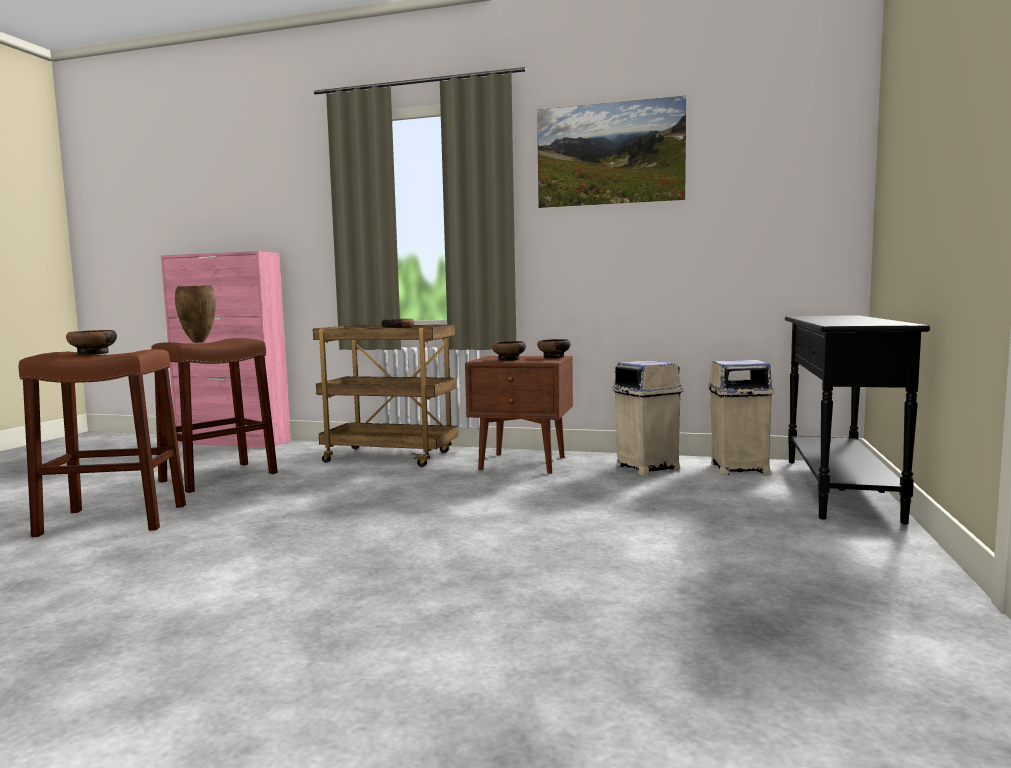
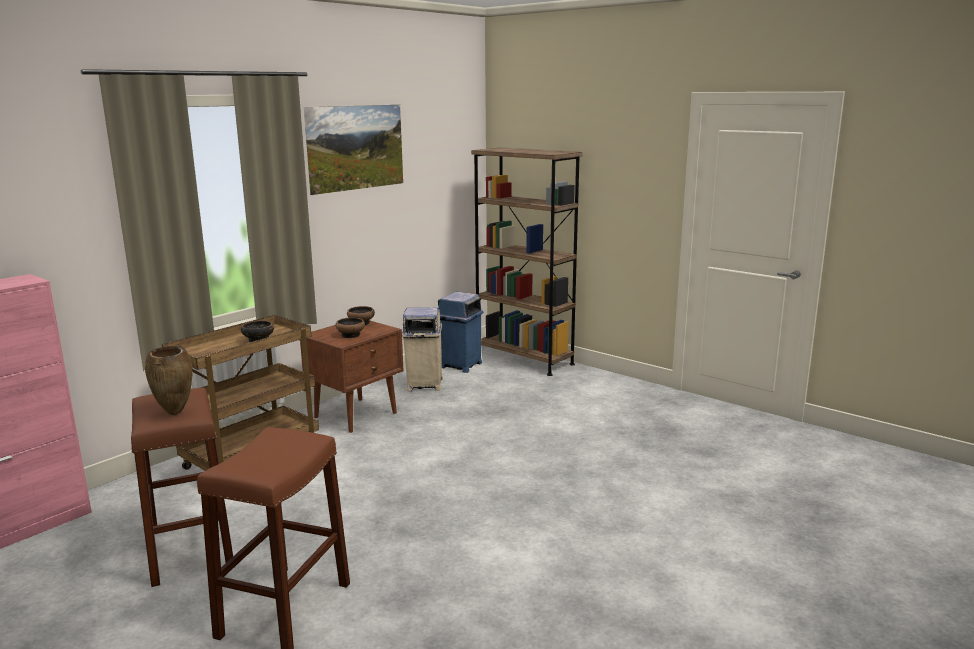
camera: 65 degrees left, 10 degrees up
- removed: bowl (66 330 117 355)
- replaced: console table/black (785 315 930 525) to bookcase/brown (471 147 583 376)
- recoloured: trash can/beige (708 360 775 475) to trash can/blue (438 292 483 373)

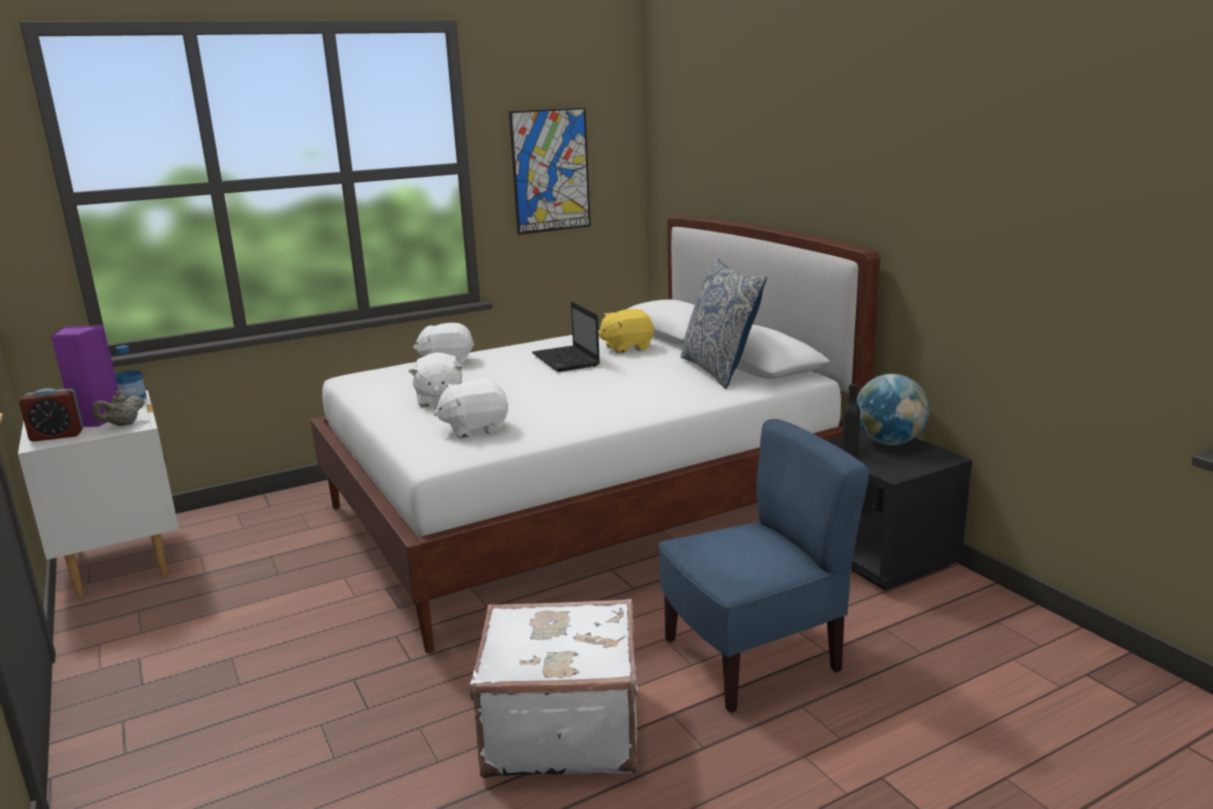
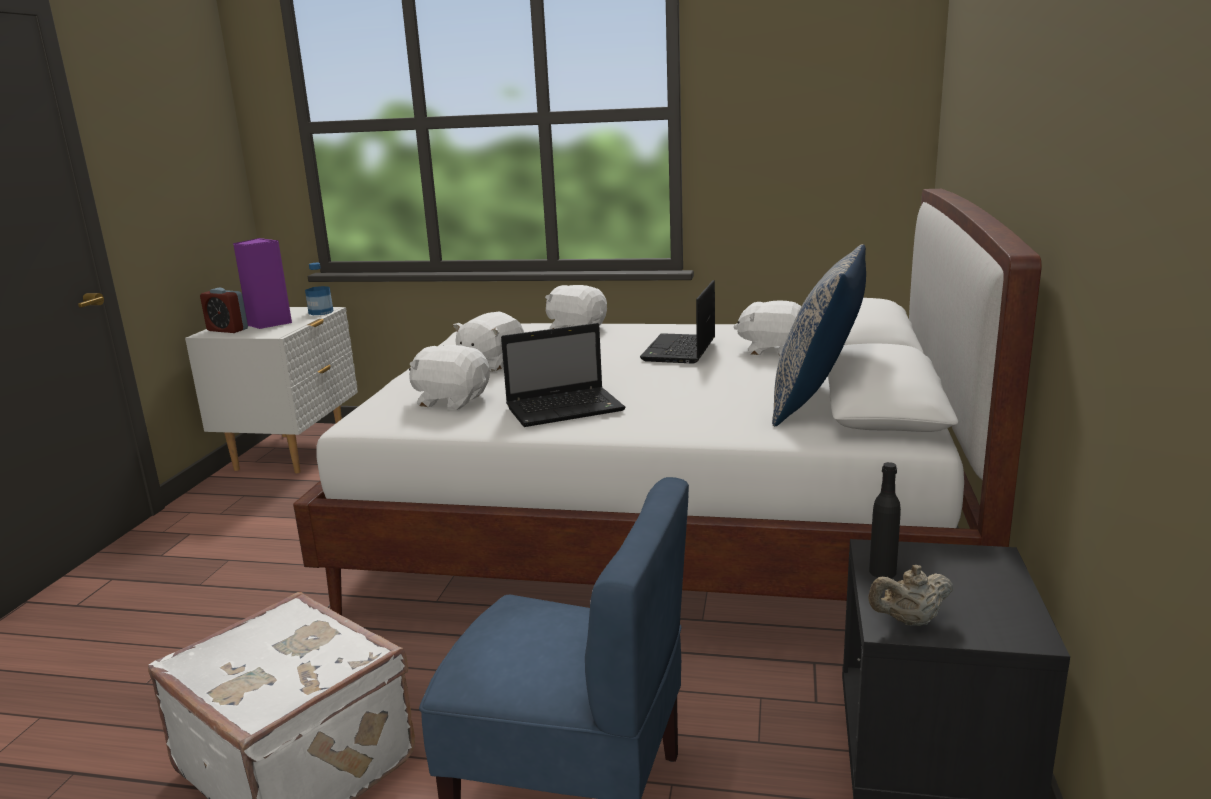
camera: 40 degrees right, 0 degrees up
- removed: picture (509 108 591 235)
- removed: globe (857 374 929 445)
- added: laptop (501 323 626 427)
- moved: teapot/beige (92 391 145 426) to (868 565 953 626)
- recoloured: plush toy/yellow (598 309 654 353) to plush toy/white (734 300 801 356)

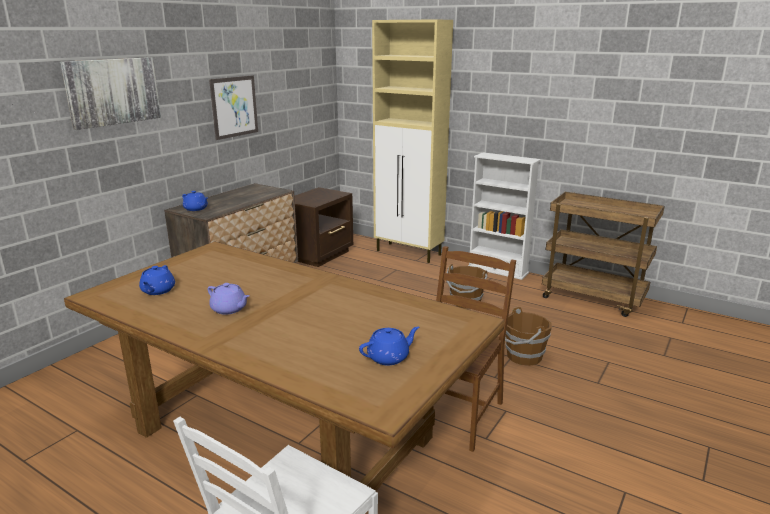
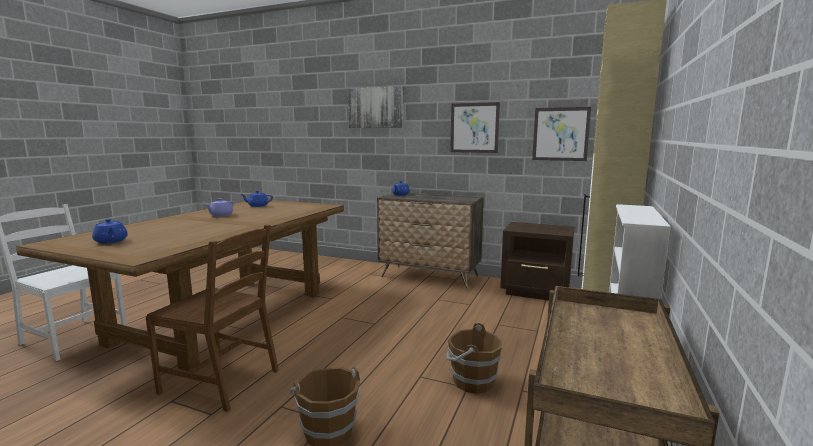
camera: 80 degrees right, 10 degrees down
- added: picture (532 107 591 161)

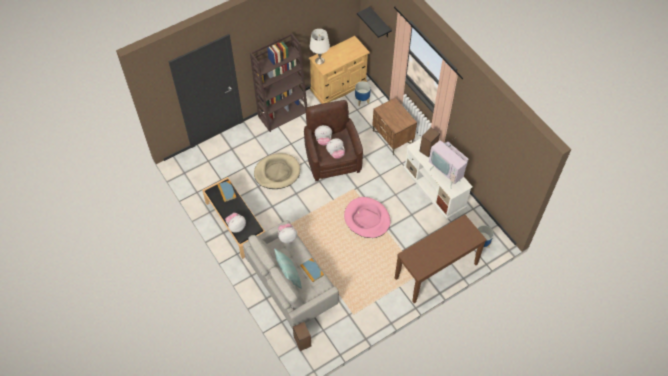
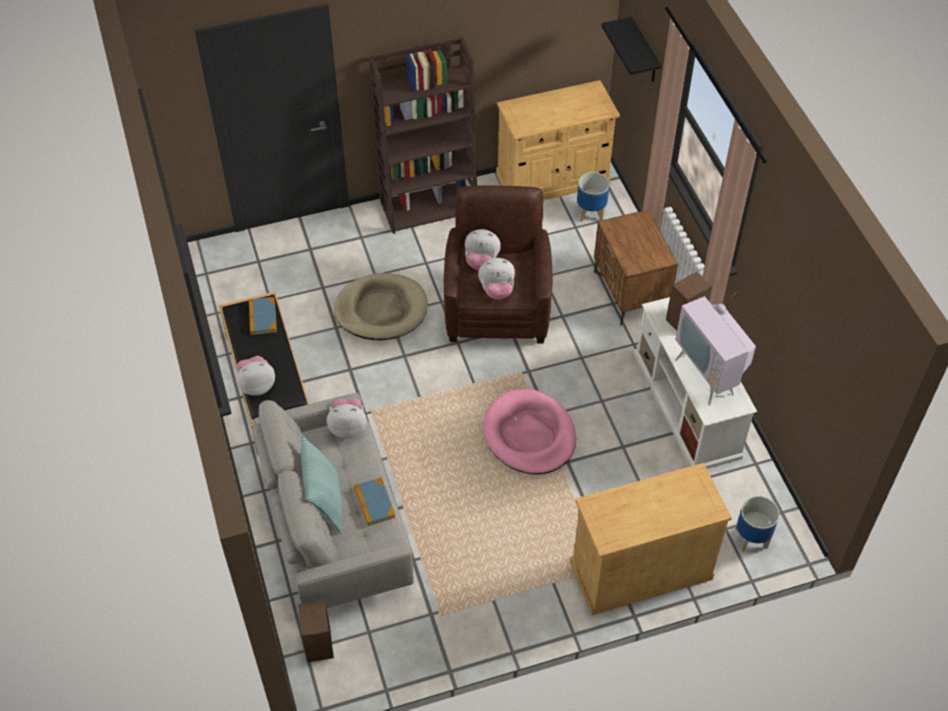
camera: 15 degrees right, 5 degrees down
- removed: table lamp/white (310 29 330 64)
- replaced: console table/brown (395 215 487 303) to cabinet/beige (570 463 732 615)

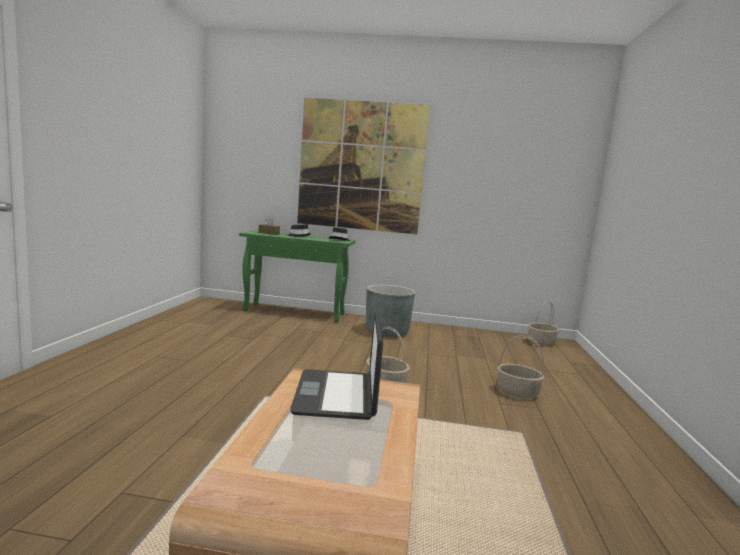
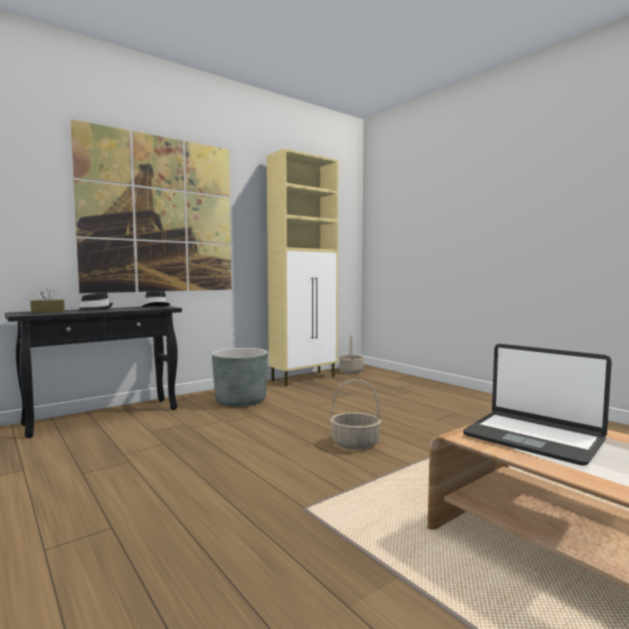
camera: 45 degrees left, 5 degrees down
- removed: basket (497 335 544 399)
- added: cabinet/beige (267 148 338 386)
- recoloured: console table/green (239 230 355 322) to console table/black (5 306 182 438)

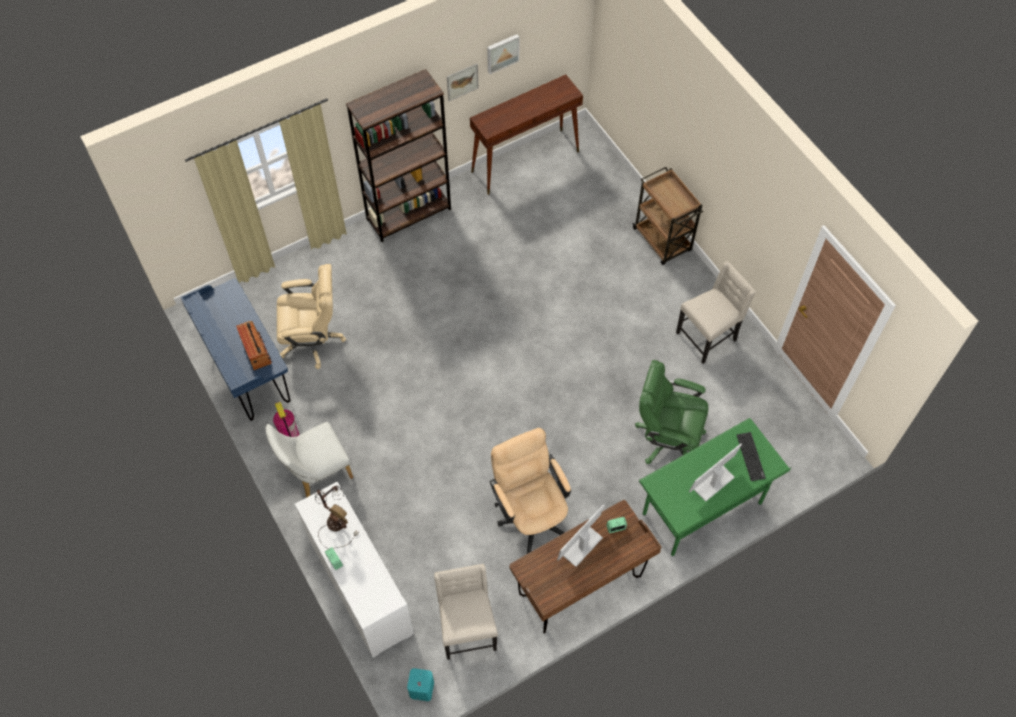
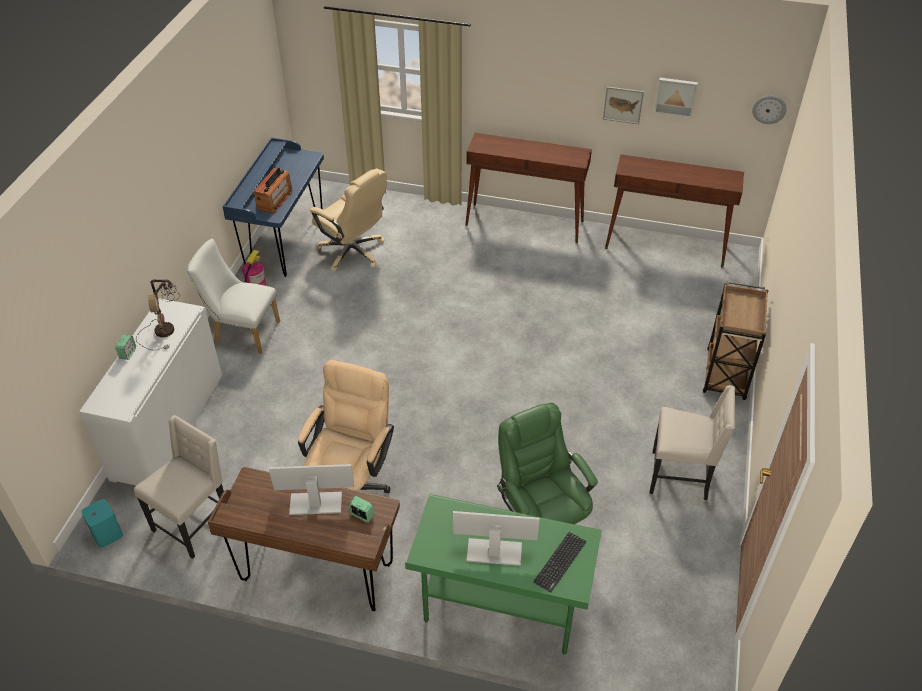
camera: 45 degrees right, 15 degrees down
- added: wall clock (752 96 787 124)
- replaced: bookcase/brown (346 69 451 242) to console table/brown (466 133 592 243)

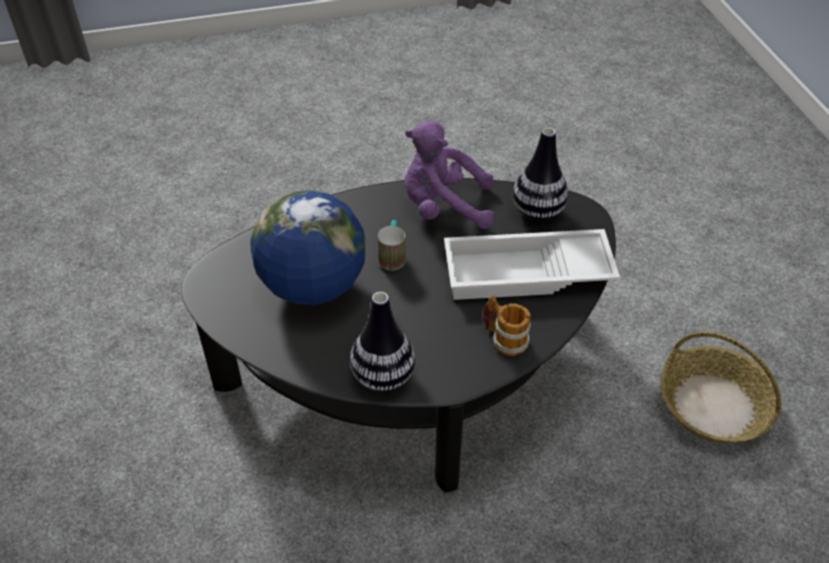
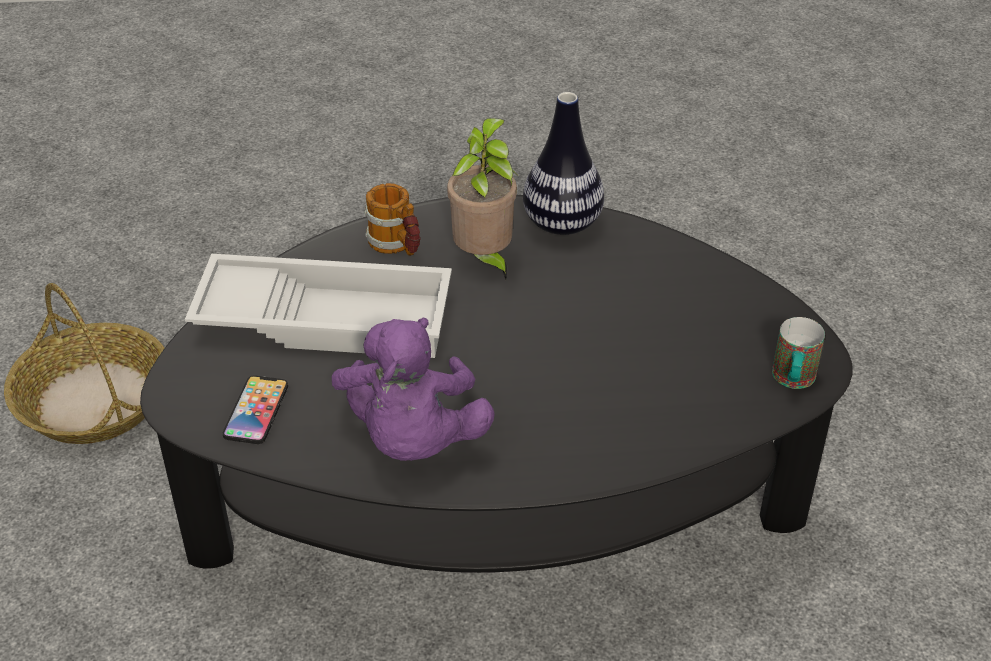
camera: 170 degrees left, 5 degrees down
- removed: globe (250 190 365 305)
- added: potted plant (447 118 517 280)
- moved: mug (377 220 406 271) to (772 317 825 389)
- replaced: vase (513 127 568 220) to phone (223 375 288 444)
- turned: plush toy/purple (405 120 494 229) = (332 317 495 461) 75 degrees clockwise

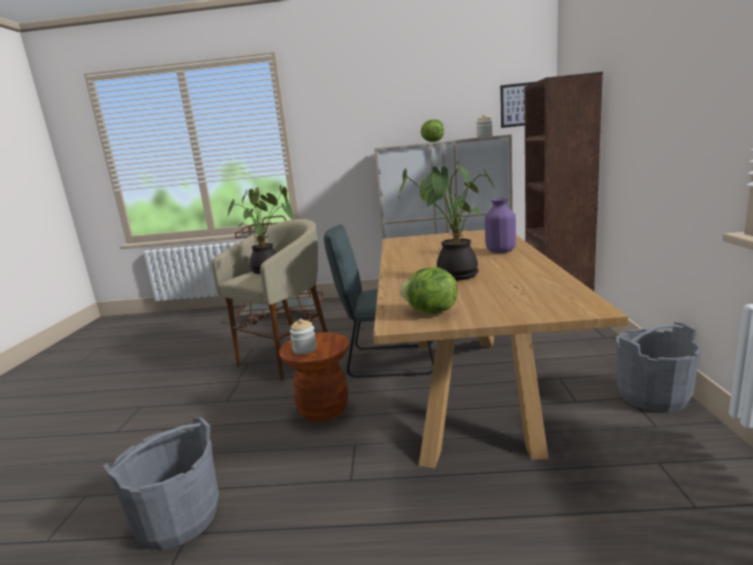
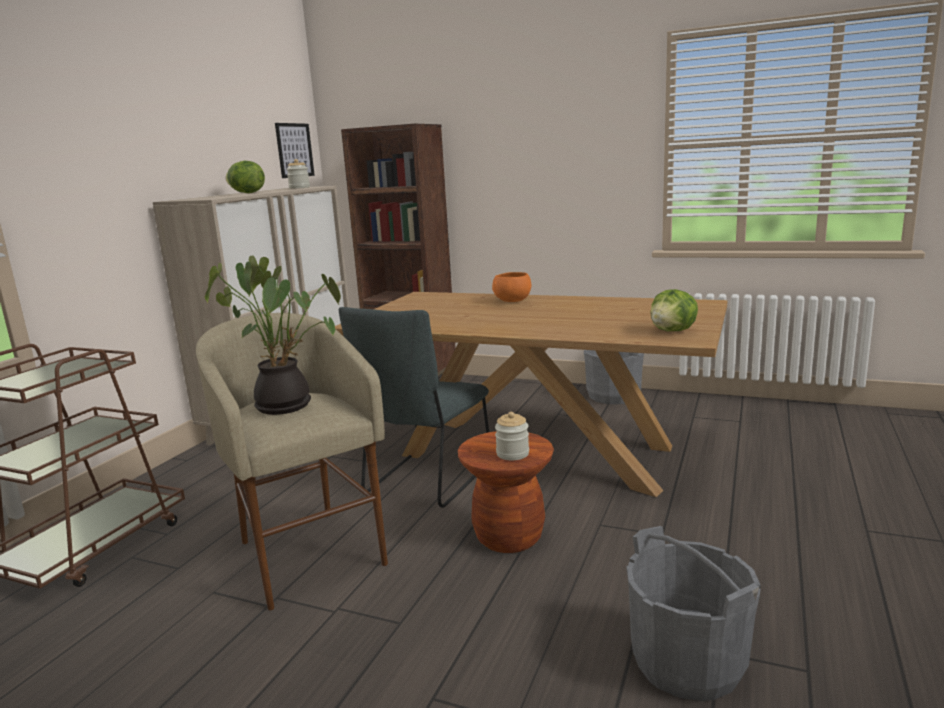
camera: 70 degrees left, 0 degrees up
- removed: potted plant (399 161 497 281)
- replaced: vase/purple (485 198 516 253) to bowl/orange (492 272 531 302)

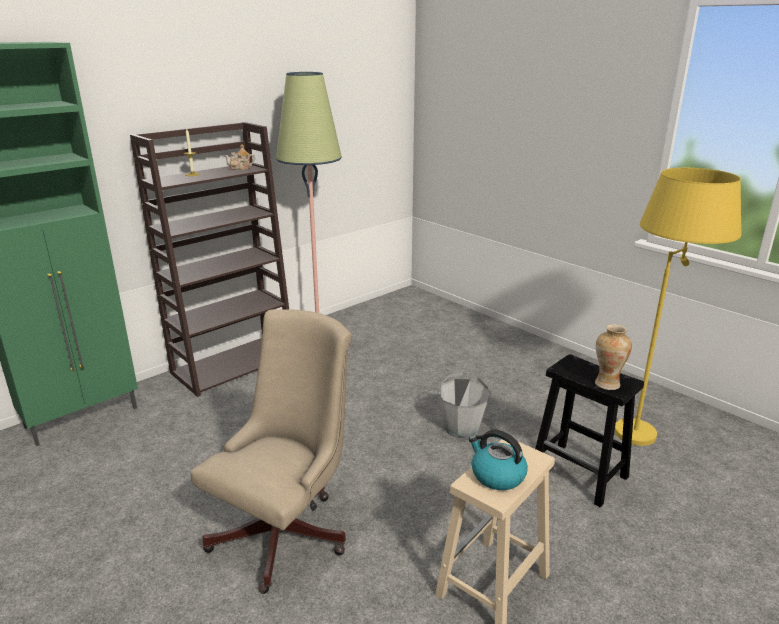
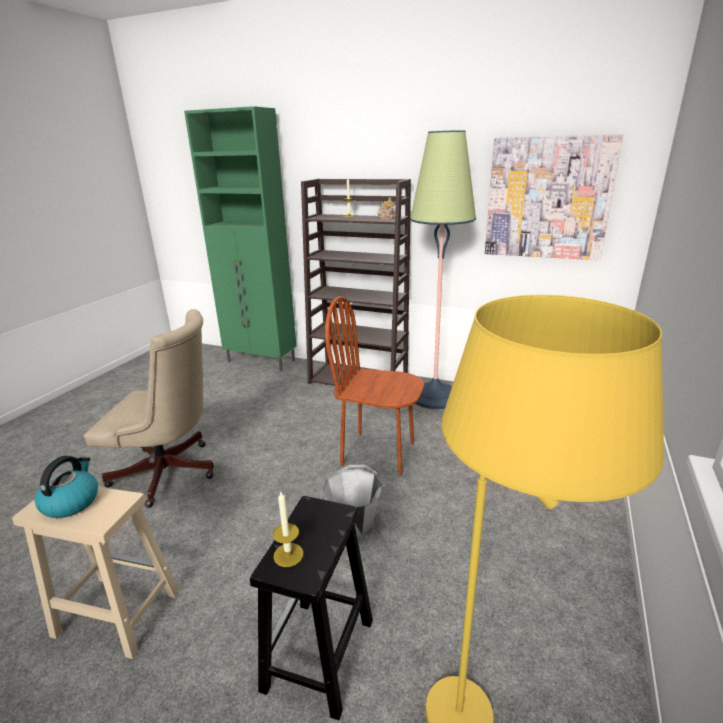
camera: 65 degrees right, 0 degrees up
- added: chair/brown (325 296 424 476)
- added: picture (485 134 623 260)
- replaced: vase (595 324 632 390) to candle (273 492 304 567)

